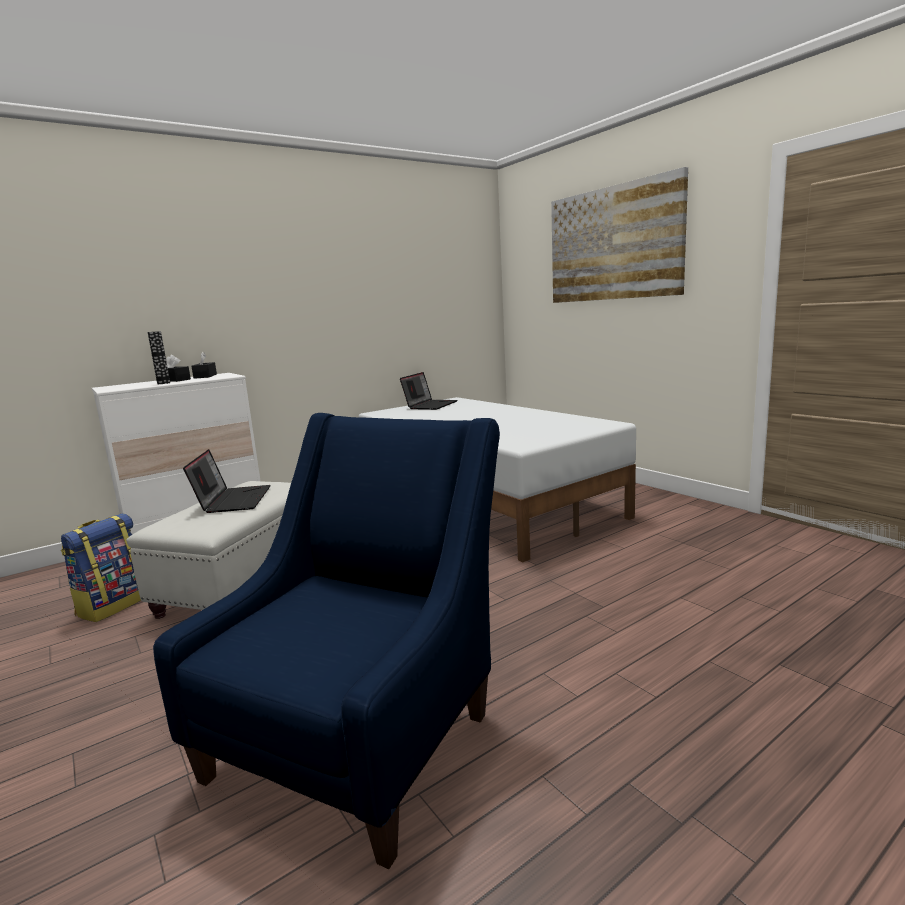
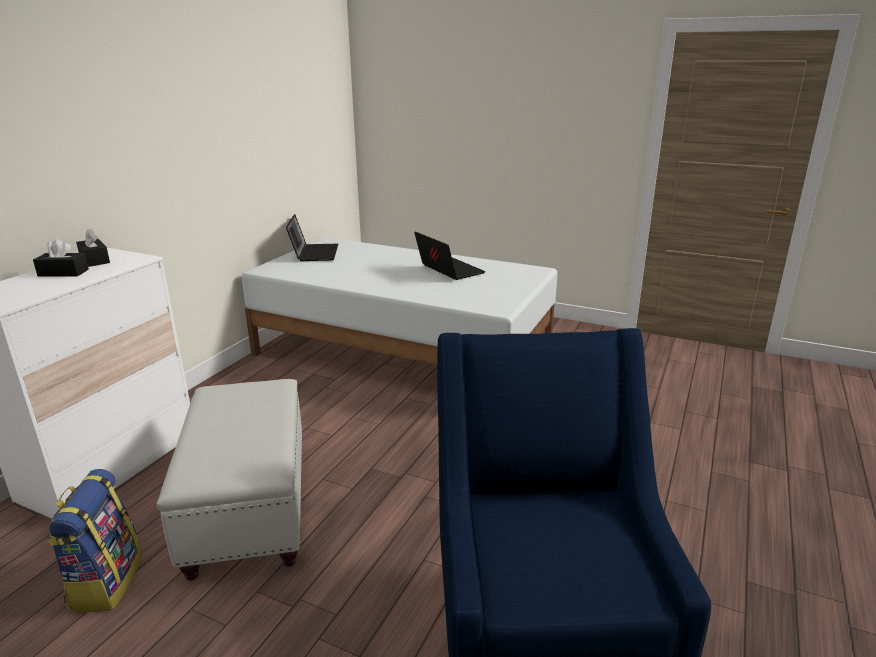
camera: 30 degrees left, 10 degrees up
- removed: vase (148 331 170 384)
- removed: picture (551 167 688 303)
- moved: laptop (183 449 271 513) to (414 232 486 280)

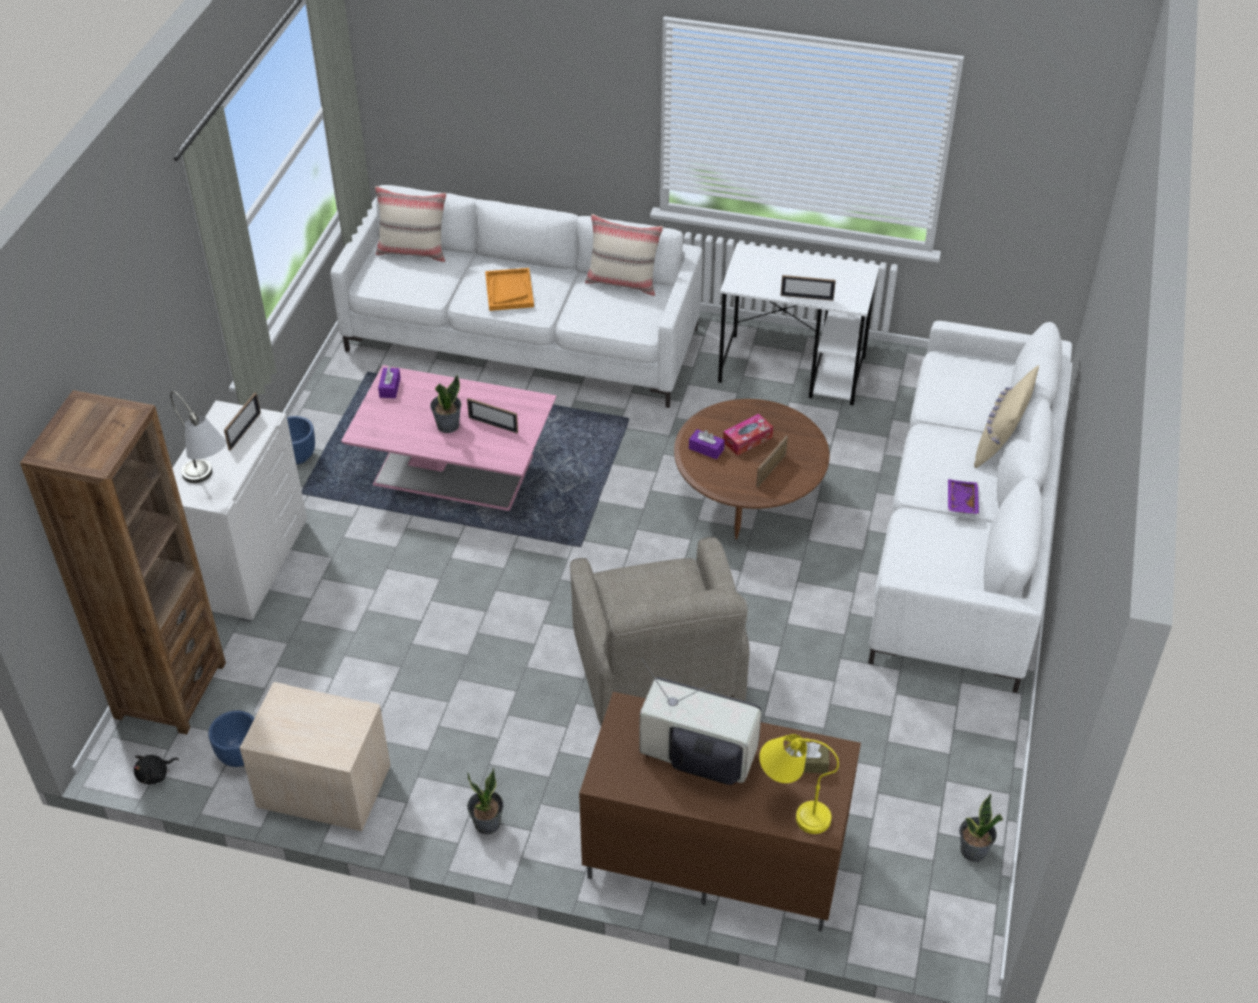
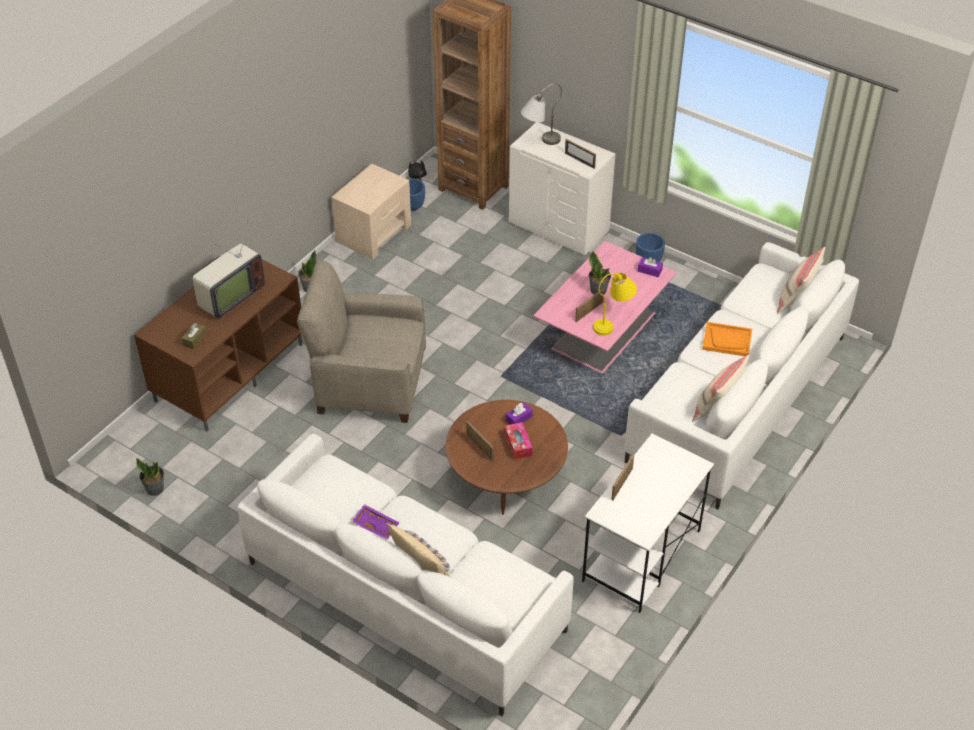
camera: 110 degrees right, 0 degrees up
- moved: table lamp/yellow (759 734 839 834) to (593 273 637 336)

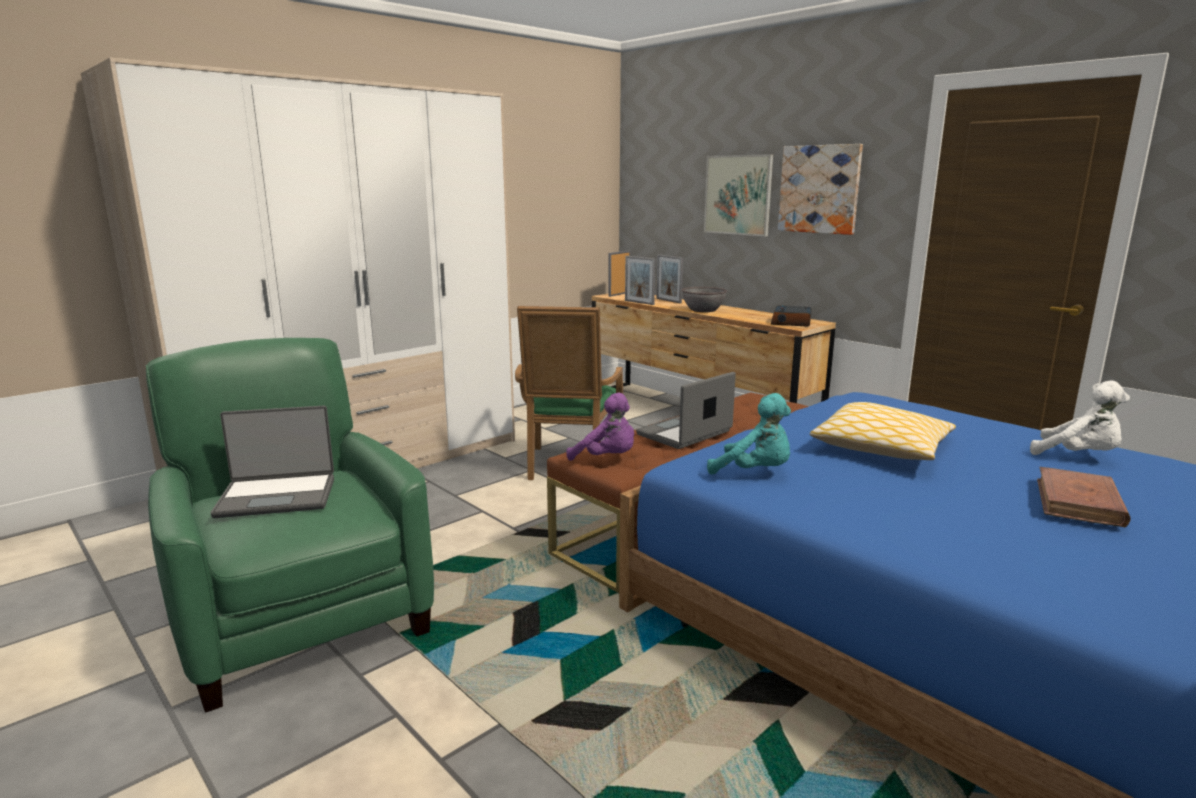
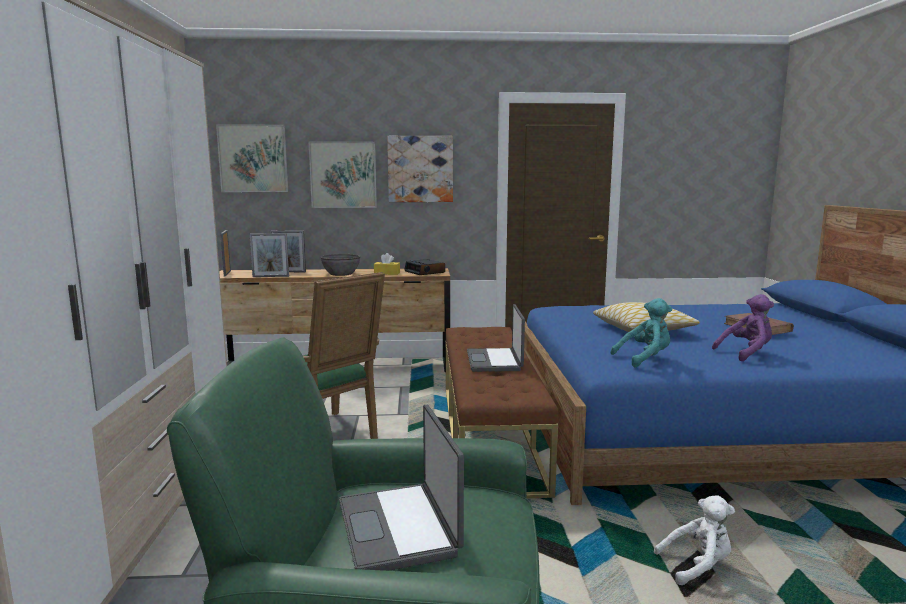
camera: 50 degrees left, 5 degrees down
- added: picture (216 124 288 192)
- added: tissue box/yellow (374 253 400 275)
- moved: plush toy/purple (566 392 634 461) to (712 294 774 361)
- moved: plush toy/white (1030 380 1130 455) to (654 496 735 585)
- turned: laptop (211 406 334 518) = (339 405 464 571) 135 degrees clockwise

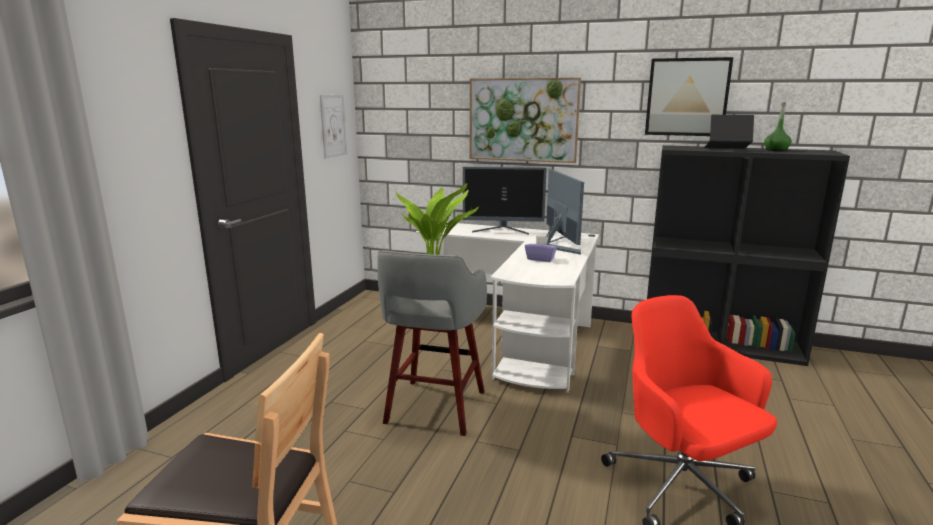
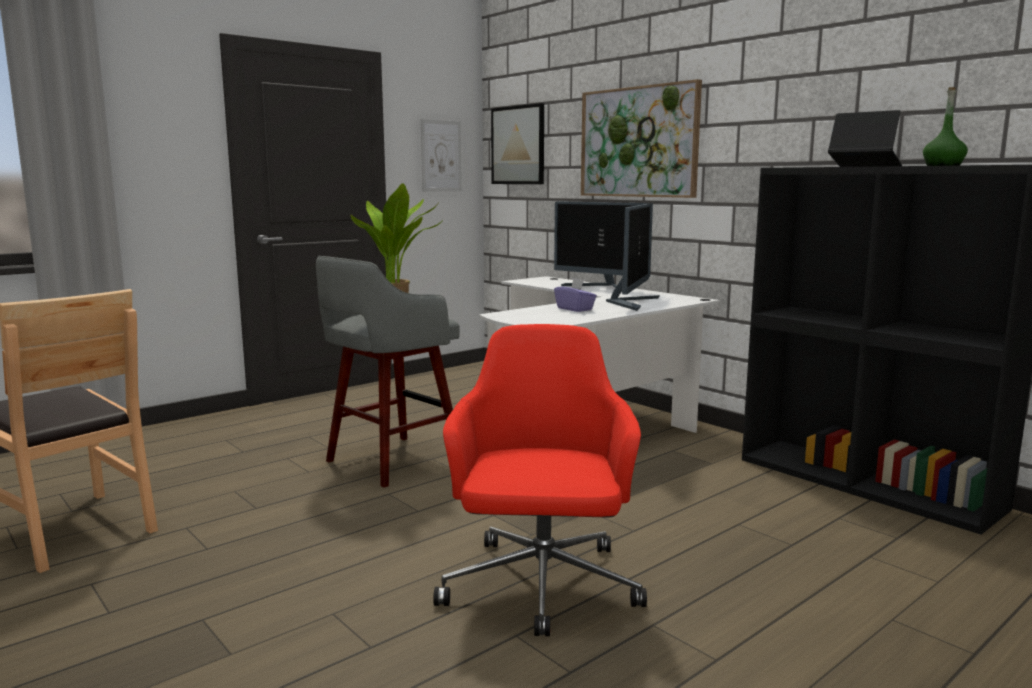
camera: 30 degrees right, 5 degrees down
- moved: picture (645 57 733 136) to (491 103 544 184)

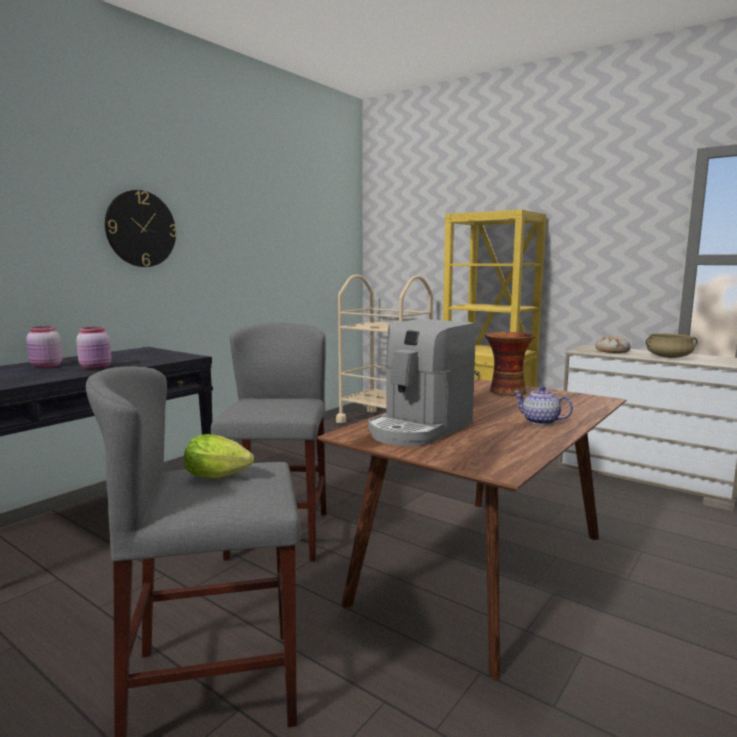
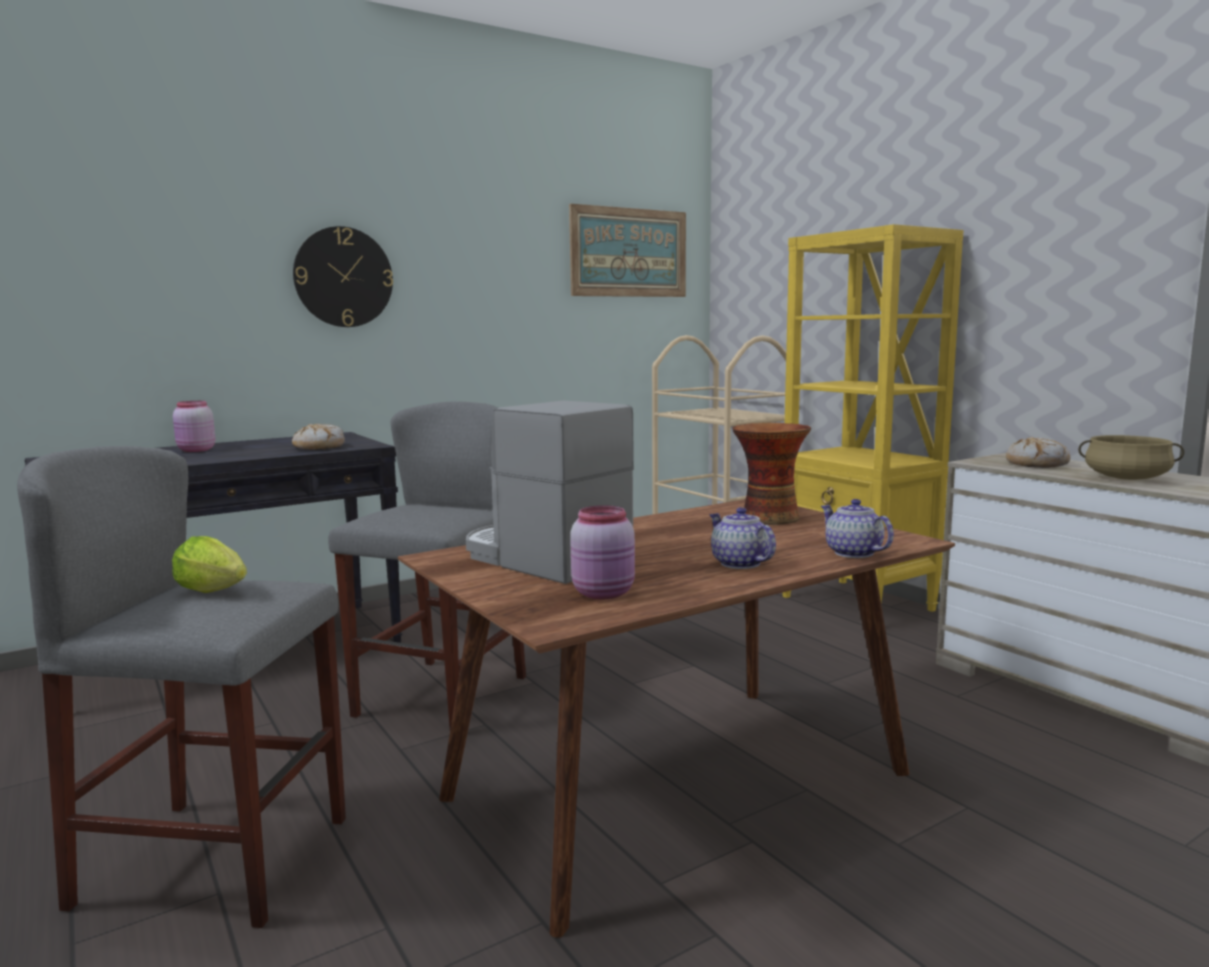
camera: 20 degrees right, 0 degrees up
- added: bread (292 424 345 450)
- added: picture (569 204 686 297)
- added: teapot (821 499 894 558)
- moved: jar/pink (76 327 111 369) to (570 505 635 599)
- turned: coffee machine (368 319 476 446) = (466 401 634 584) 75 degrees clockwise

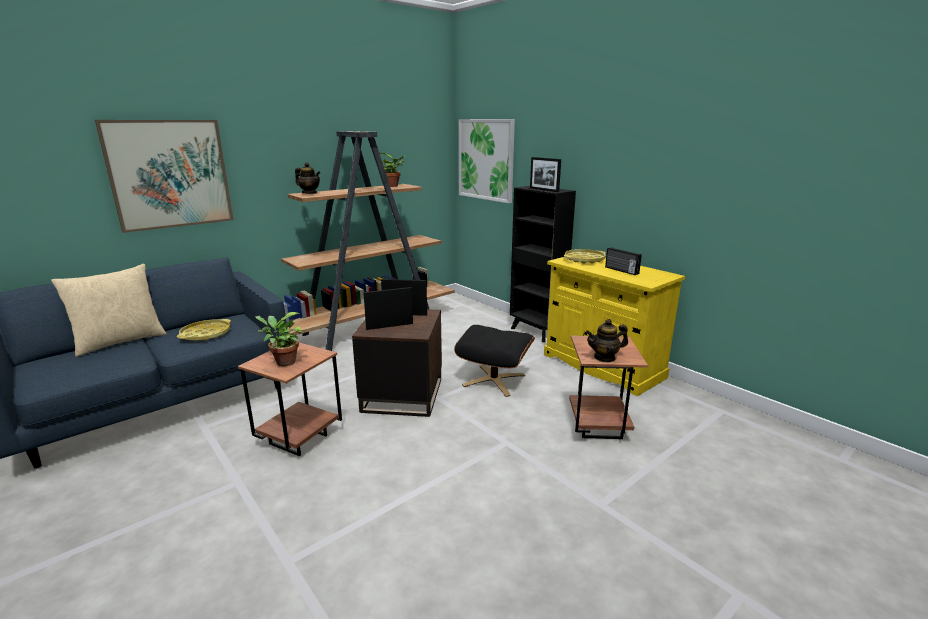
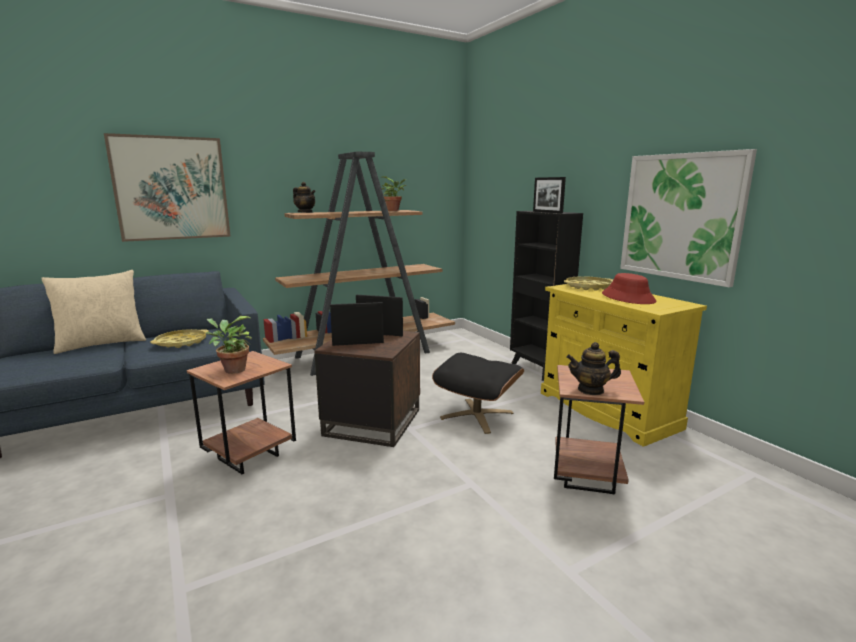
camera: 10 degrees right, 5 degrees down
- moved: picture (459 119 515 203) to (620 149 757 287)
- replaced: radio (605 247 642 275) to hat/red (602 273 656 304)

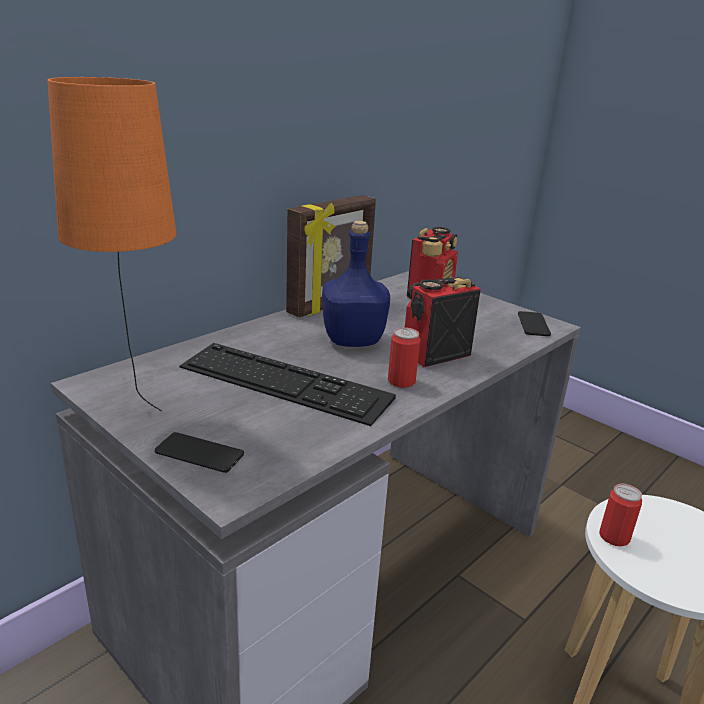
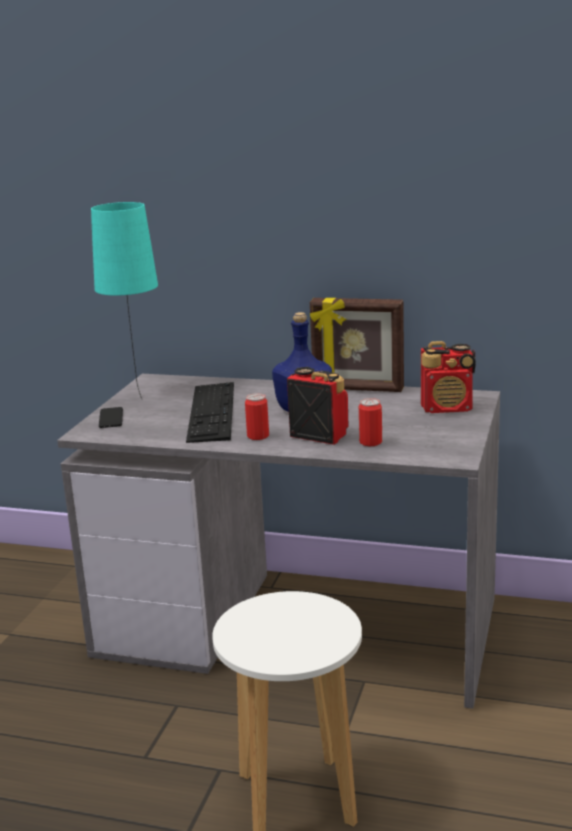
camera: 65 degrees right, 5 degrees down
- removed: phone (518 311 551 336)
- moved: can (599 484 642 546) to (359 398 382 446)
- recoloured: table lamp/orange (48 77 176 411) to table lamp/turquoise (91 202 158 399)

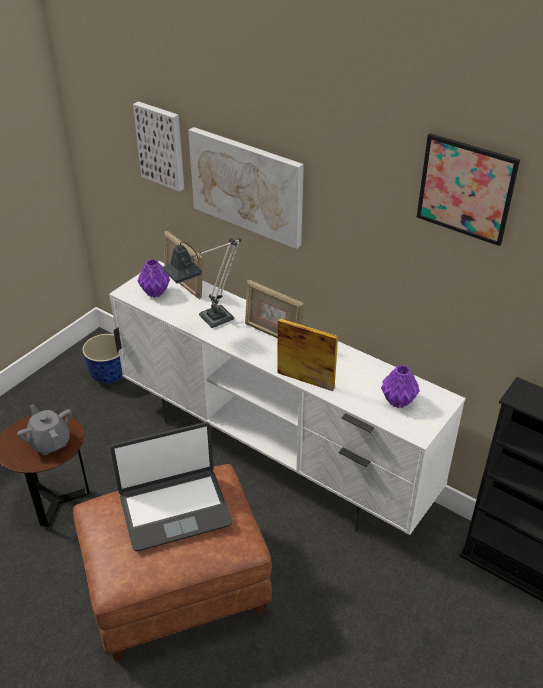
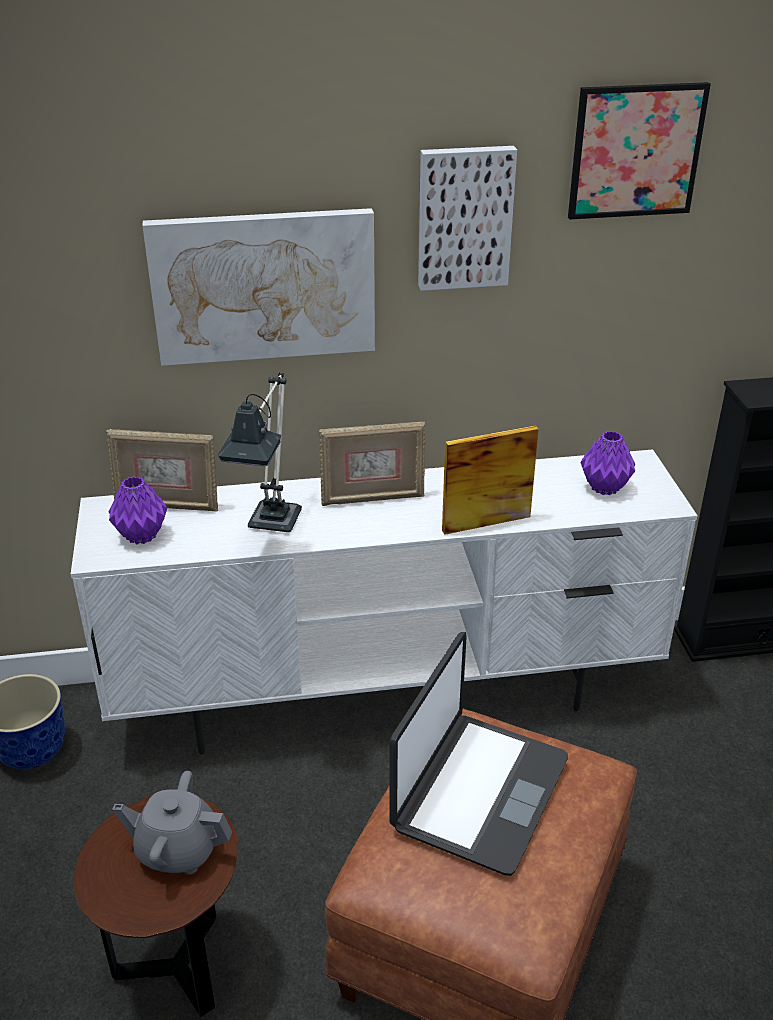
camera: 45 degrees left, 5 degrees down
- moved: picture (133 101 184 192) to (418 146 517 291)

